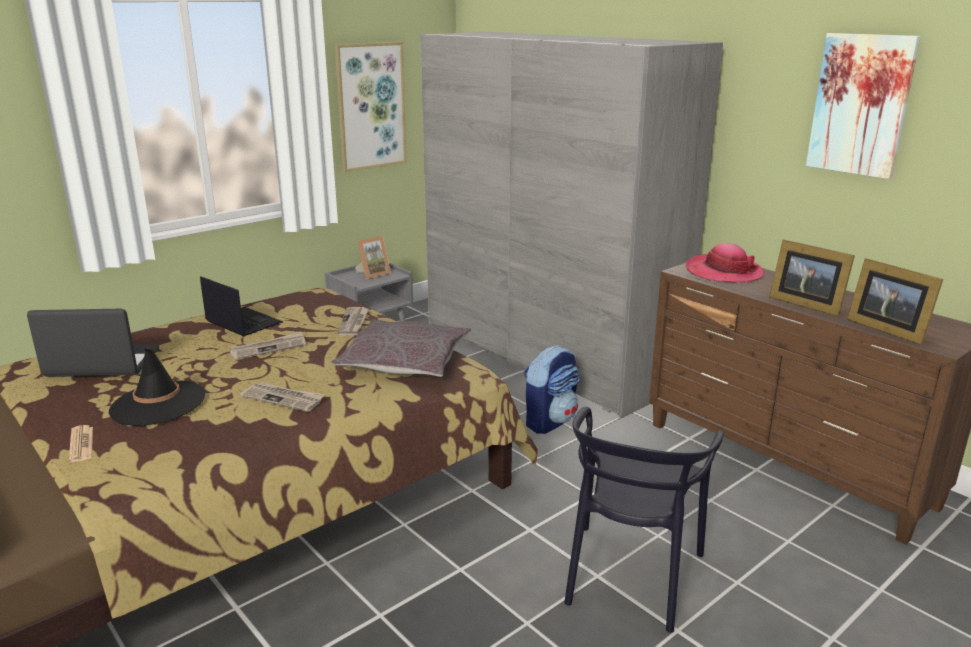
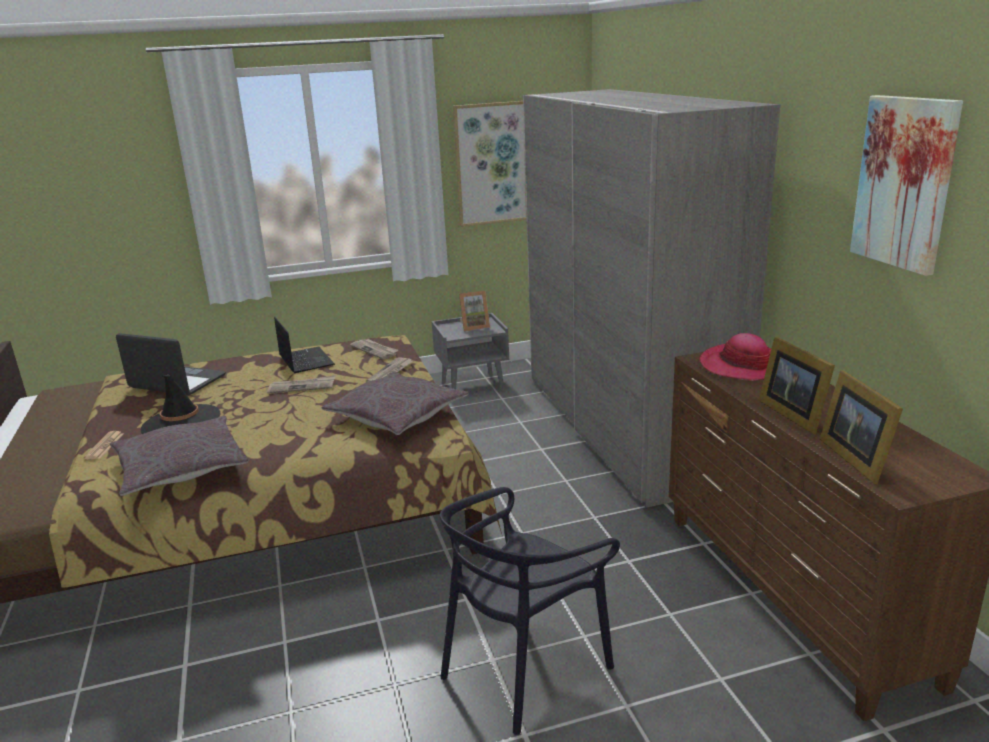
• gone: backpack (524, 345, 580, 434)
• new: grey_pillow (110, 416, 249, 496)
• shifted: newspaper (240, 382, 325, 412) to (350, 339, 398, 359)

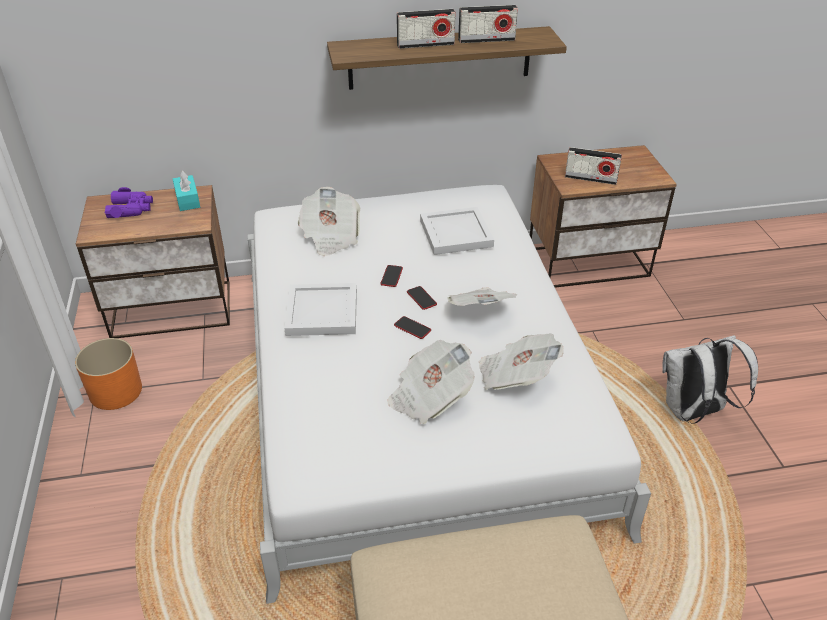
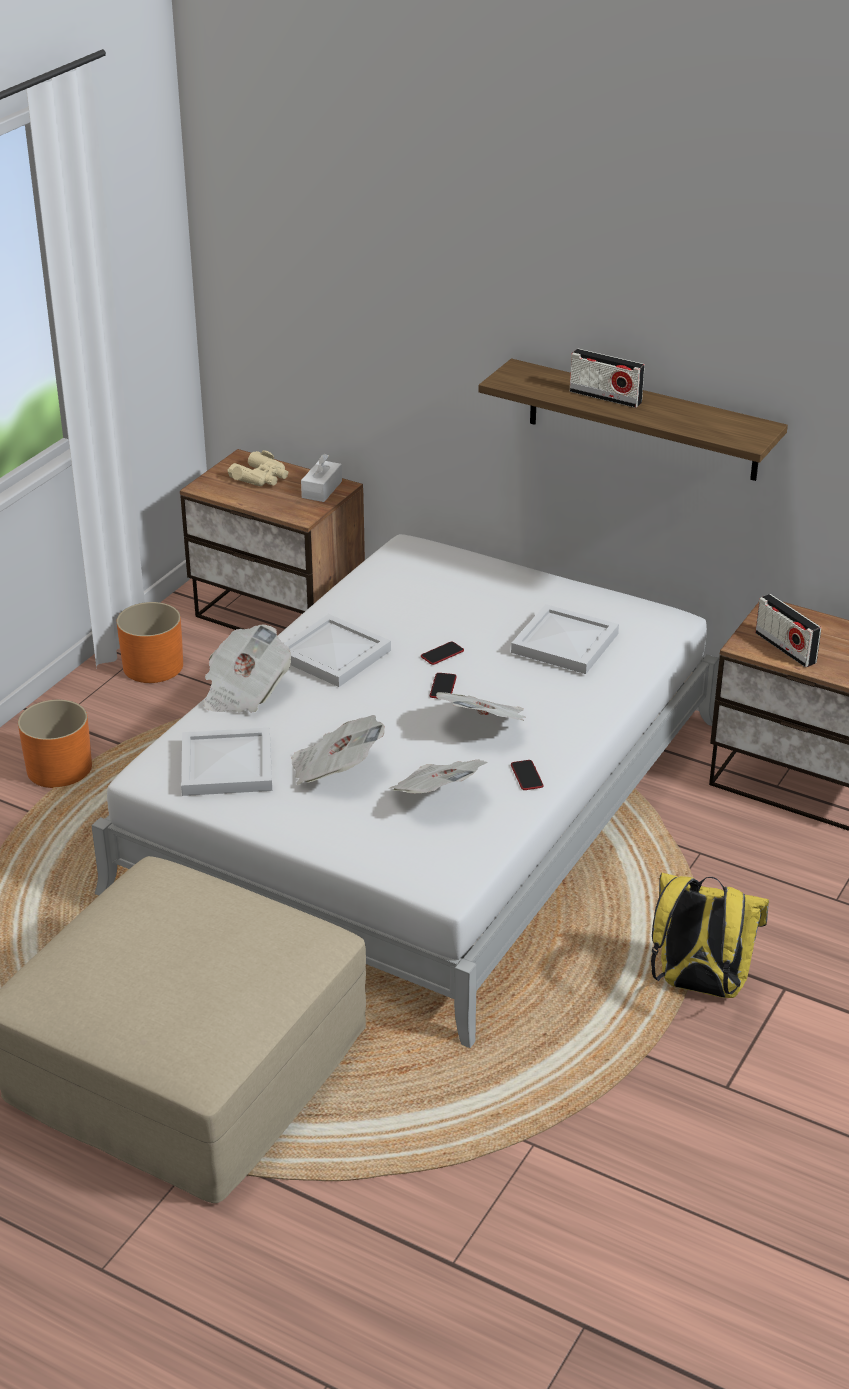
• gone: radio (458, 5, 518, 43)
• new: orange_planter (18, 700, 92, 788)
• new: white_tray (181, 728, 272, 796)
• shifted: newspaper (297, 187, 360, 256) to (203, 624, 291, 713)
• shifted: phone (394, 316, 431, 339) to (511, 760, 544, 790)
• repainted: purple_binoculars (104, 187, 153, 218) to beige_binoculars (227, 450, 288, 486)
• repainted: turquoise_tissue_box (173, 171, 200, 211) to white_tissue_box (301, 454, 342, 502)
• repainted: white_backpack (662, 335, 758, 424) to yellow_backpack (651, 873, 769, 998)

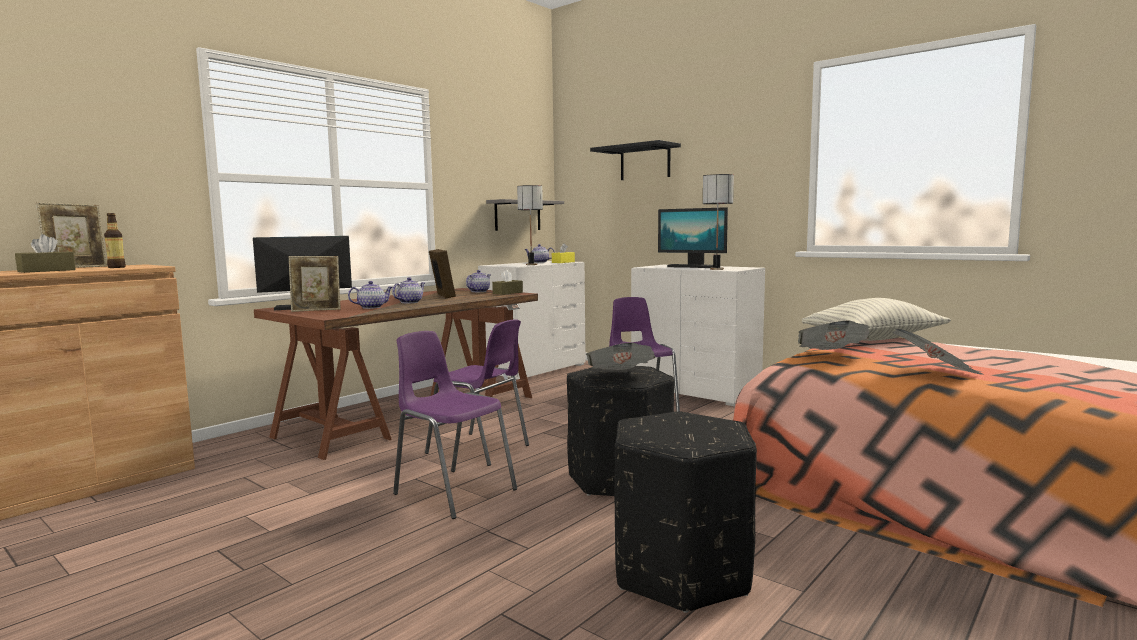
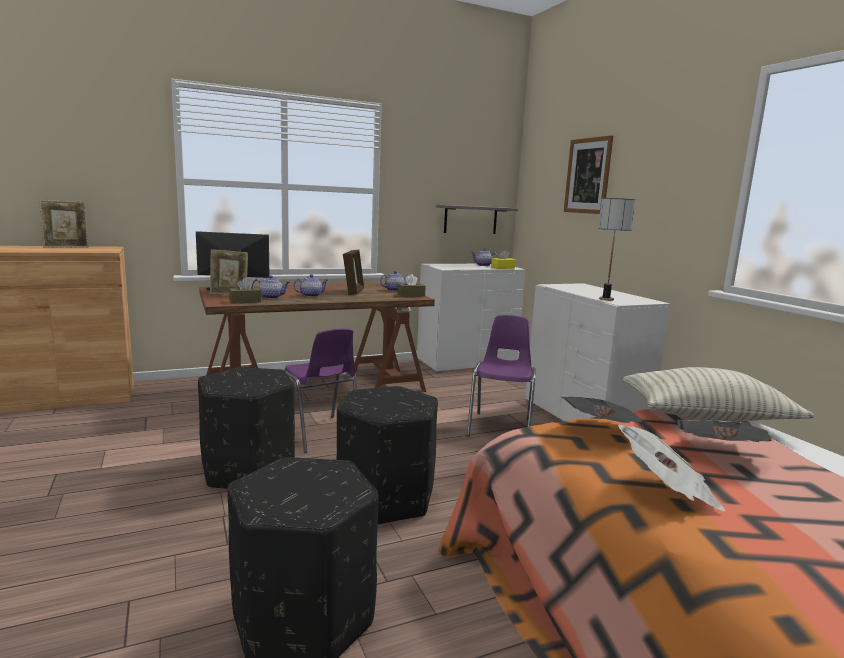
• gone: bottle (104, 213, 126, 268)
• gone: table_lamp (517, 185, 543, 265)
• gone: monitor (658, 207, 728, 268)
• shifted: brown_tissue_box (15, 234, 76, 273) to (229, 277, 261, 304)
• shifted: newspaper (586, 343, 656, 370) to (677, 420, 772, 442)
• swapped: purple_chair (393, 331, 517, 519) to black_ottoman (198, 367, 295, 489)
• swapped: black_shelf (590, 140, 681, 180) to picture (564, 135, 613, 214)

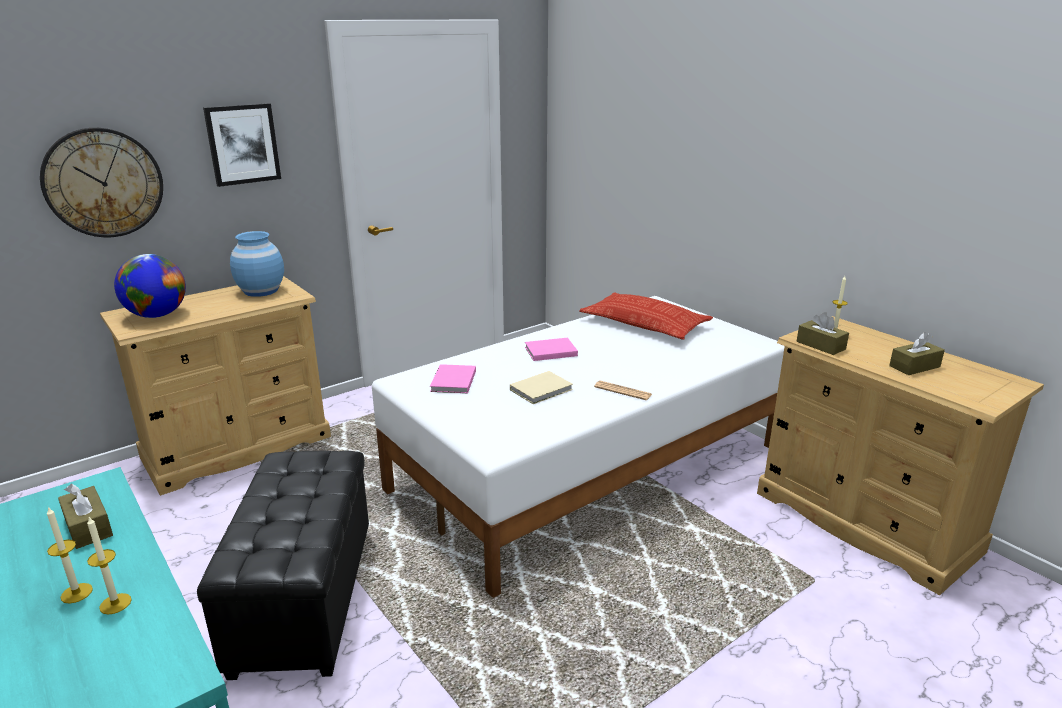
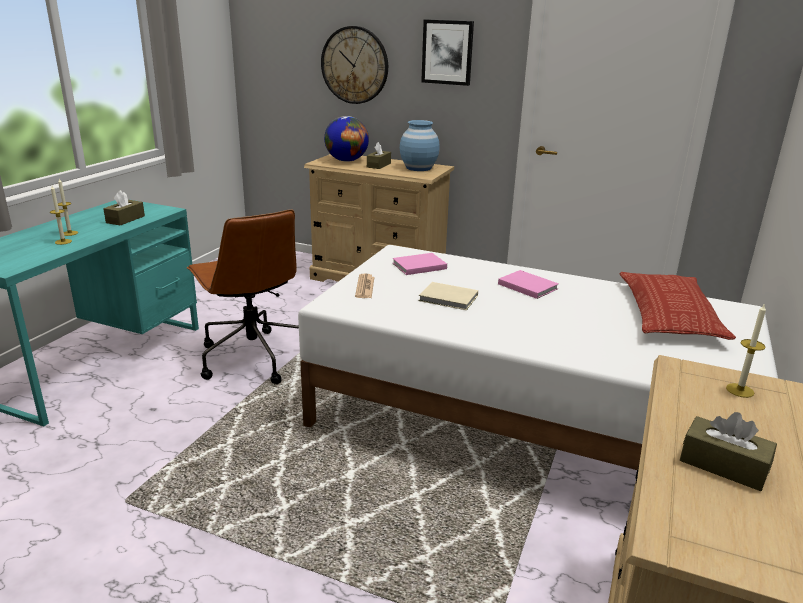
• shifted: newspaper (594, 381, 652, 400) to (355, 273, 375, 298)
• shifted: brown_tissue_box (797, 312, 849, 355) to (367, 142, 391, 169)
• swapped: black_ottoman (197, 450, 369, 680) to brown_office_chair (187, 209, 299, 384)

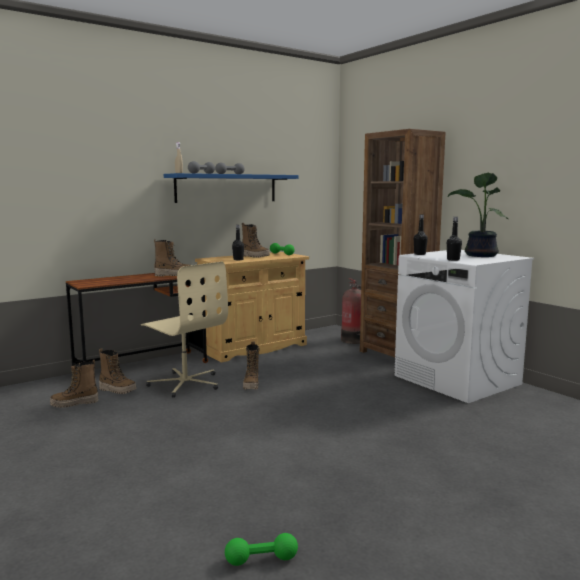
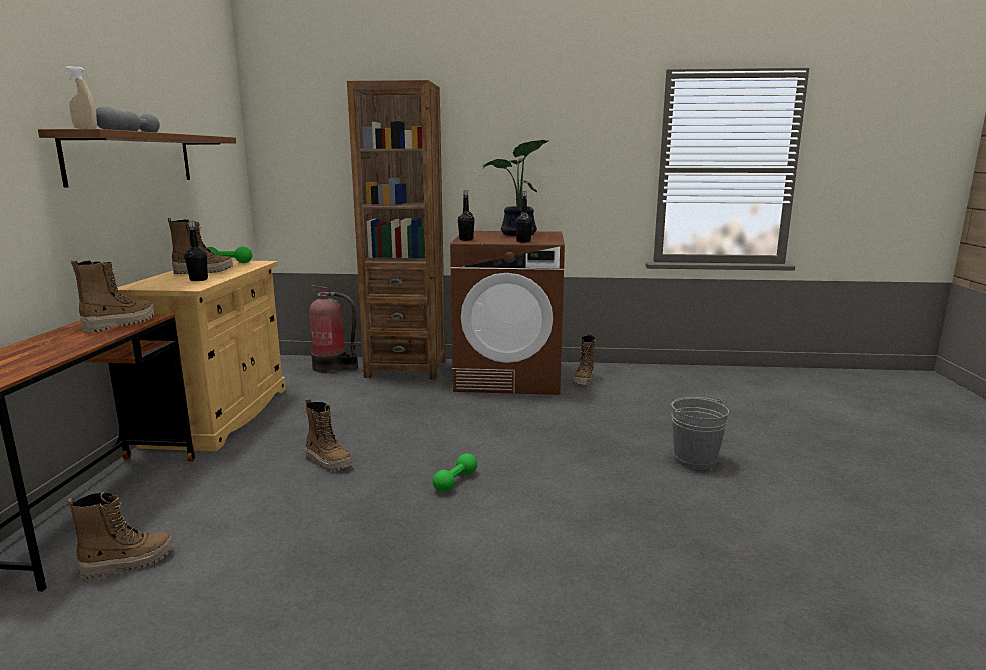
• gone: beige_office_chair (141, 262, 228, 398)
• new: grey_bucket (671, 397, 729, 470)
• shifted: boot (50, 360, 98, 408) to (574, 333, 596, 385)
• shifted: green_dumbbell (225, 533, 298, 566) to (433, 453, 477, 492)
• repainted: blue_shelf (164, 173, 299, 203) to brown_shelf (38, 129, 236, 188)
• repainted: white_washing_machine (394, 250, 534, 403) to brown_washing_machine (450, 231, 565, 395)

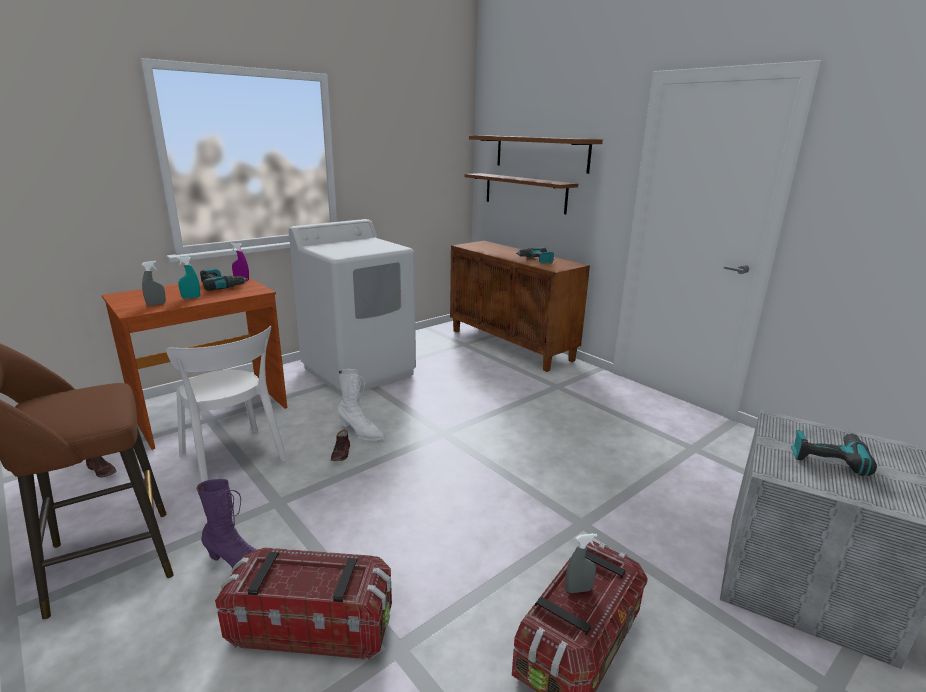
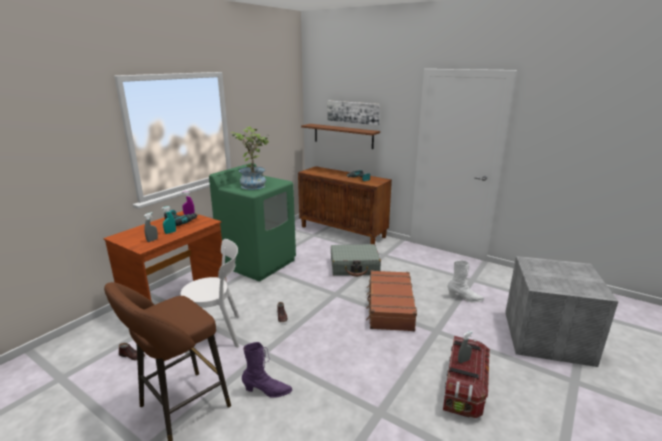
• gone: storage_box (215, 548, 392, 660)
• gone: power_drill (791, 430, 877, 476)
• new: potted_plant (230, 126, 270, 190)
• new: grey_suitcase (331, 244, 381, 277)
• new: brown_suitcase (366, 270, 417, 331)
• shifted: white_boot (337, 369, 385, 441) to (447, 260, 484, 303)
• swapped: brown_shelf (469, 135, 603, 174) to picture (327, 101, 380, 125)
• repainted: white_washing_machine (289, 219, 416, 396) to green_washing_machine (209, 163, 296, 281)
• rotated: white_chair (166, 326, 287, 483) = (181, 239, 239, 354) 45 degrees counterclockwise

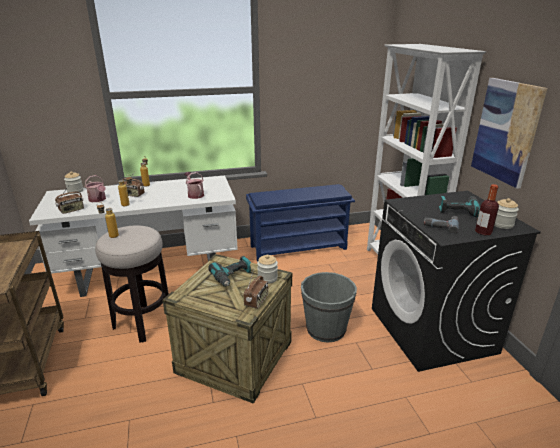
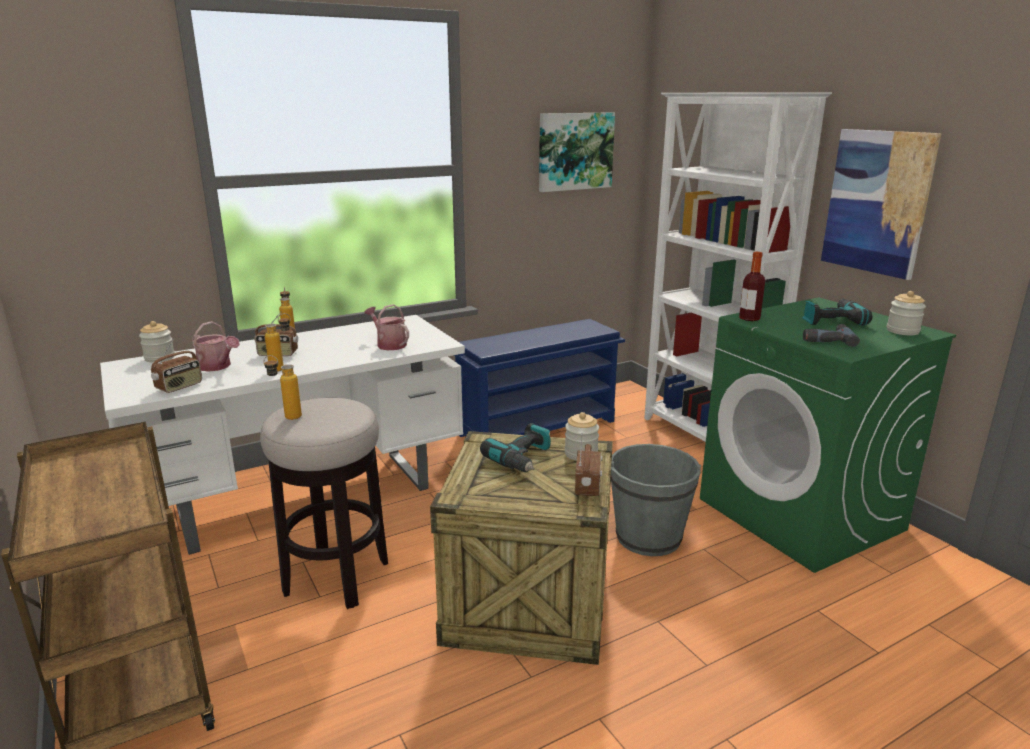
• new: picture (539, 112, 615, 192)
• shifted: bottle (475, 184, 499, 235) to (739, 252, 765, 321)
• repainted: black_washing_machine (372, 191, 541, 372) to green_washing_machine (700, 297, 956, 573)

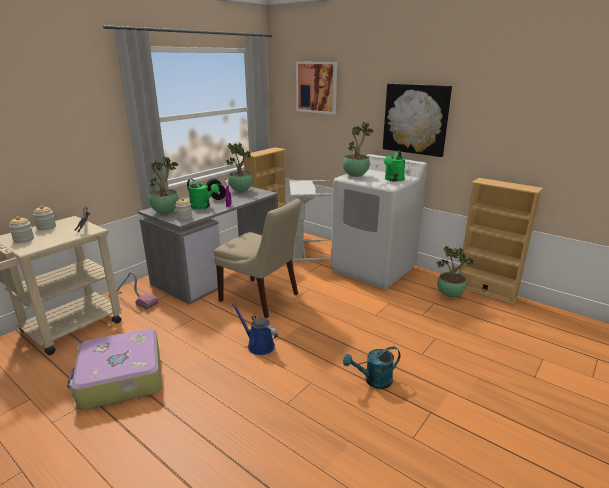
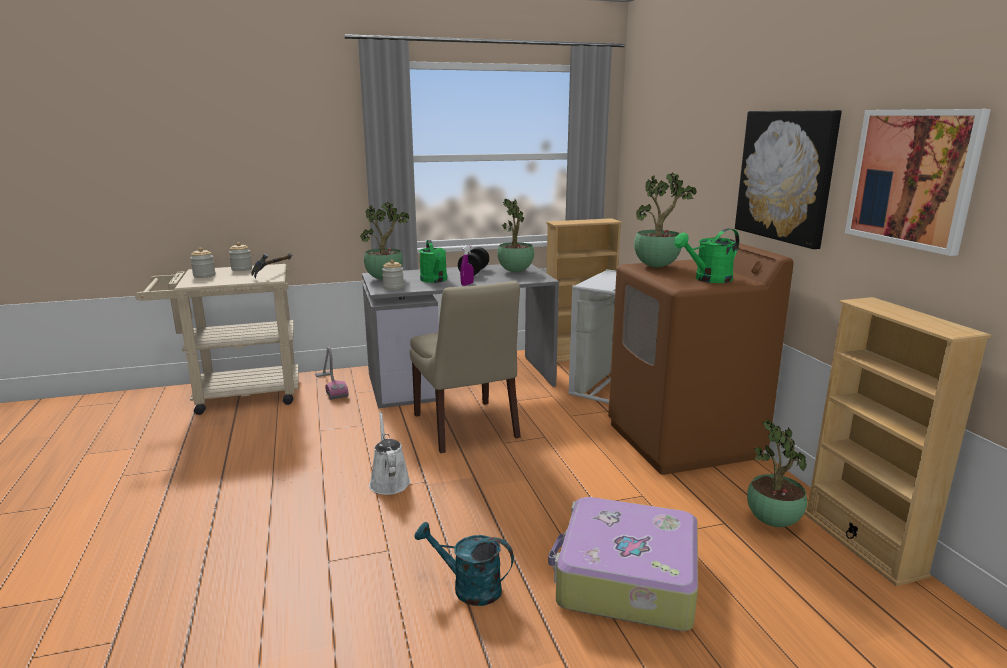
• shifted: suitcase (67, 329, 162, 410) to (548, 497, 698, 631)
• shifted: picture (296, 62, 337, 115) to (845, 109, 991, 256)
• repainted: blue_watering_can (232, 304, 278, 355) to white_watering_can (369, 412, 411, 495)
• repainted: white_washing_machine (331, 154, 427, 290) to brown_washing_machine (608, 237, 794, 475)

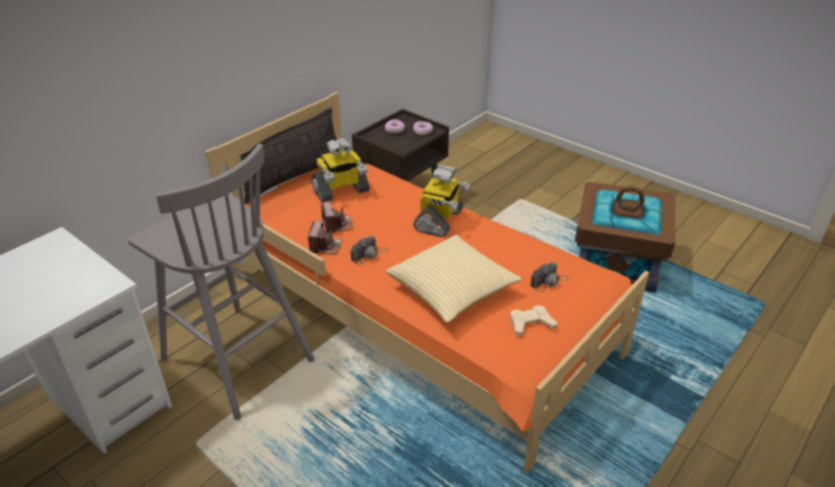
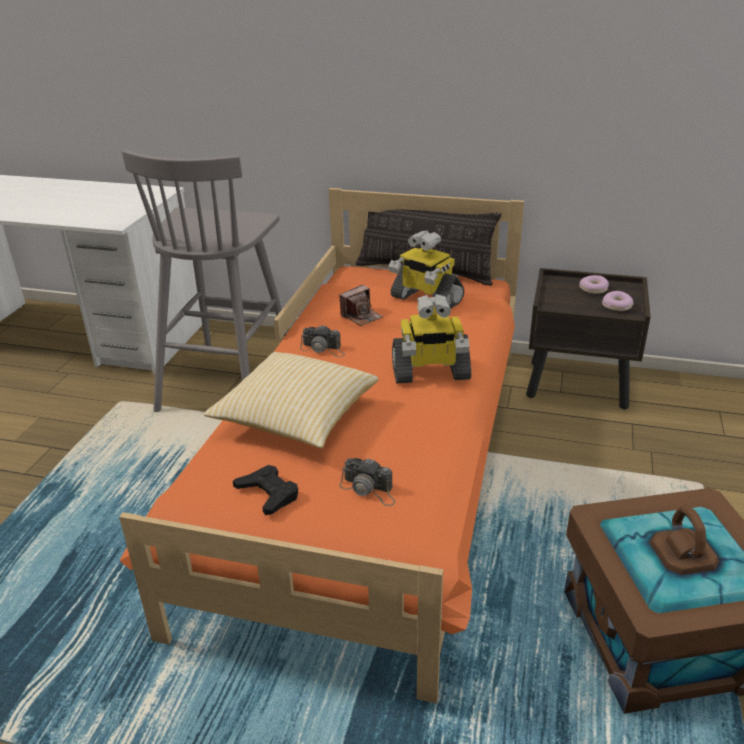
• gone: photo_camera (308, 221, 343, 254)
• repainted: beige_game_controller (510, 305, 557, 336) to black_game_controller (233, 465, 298, 515)

